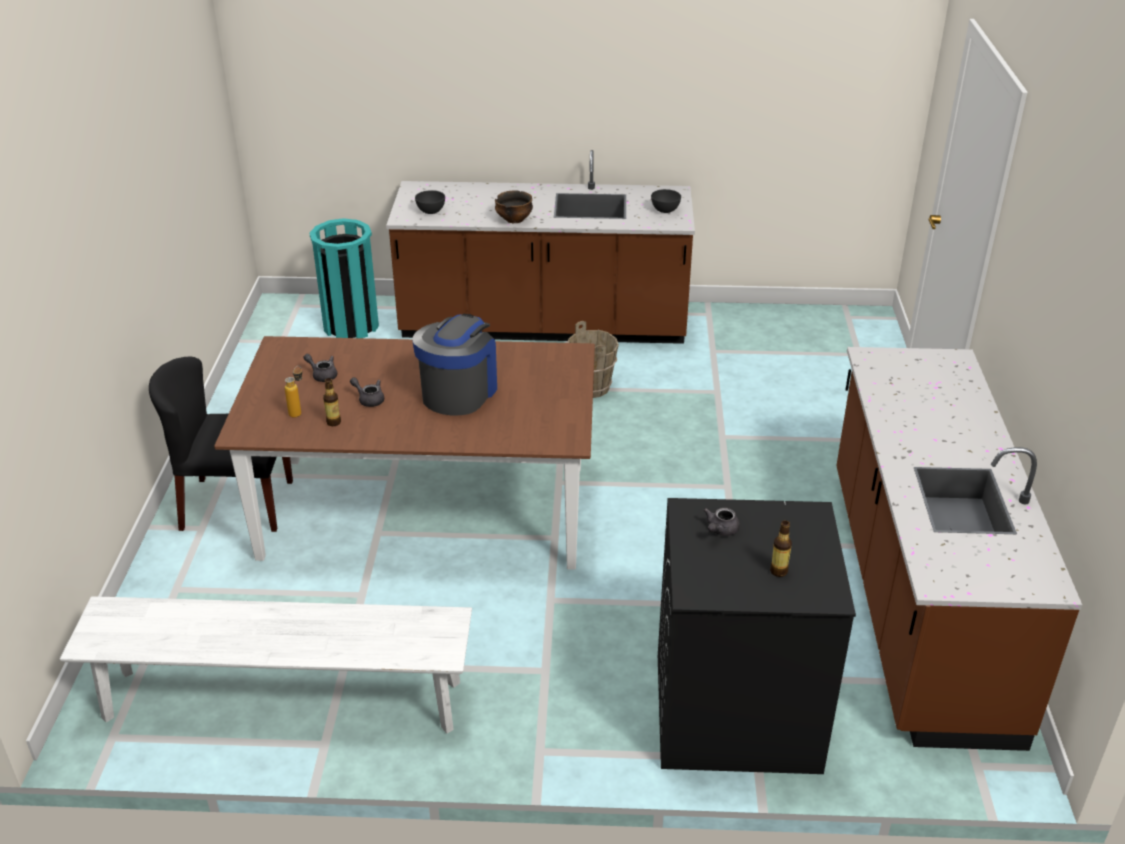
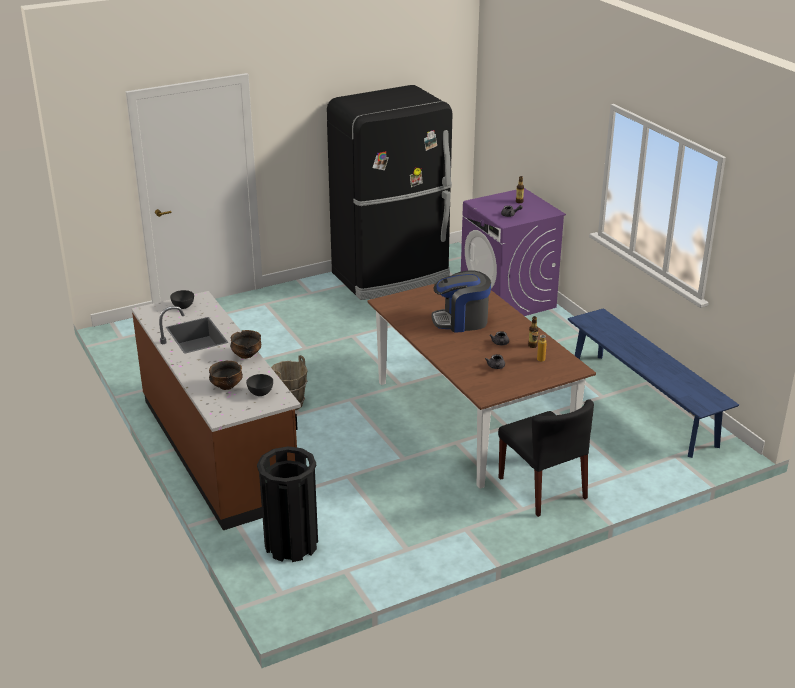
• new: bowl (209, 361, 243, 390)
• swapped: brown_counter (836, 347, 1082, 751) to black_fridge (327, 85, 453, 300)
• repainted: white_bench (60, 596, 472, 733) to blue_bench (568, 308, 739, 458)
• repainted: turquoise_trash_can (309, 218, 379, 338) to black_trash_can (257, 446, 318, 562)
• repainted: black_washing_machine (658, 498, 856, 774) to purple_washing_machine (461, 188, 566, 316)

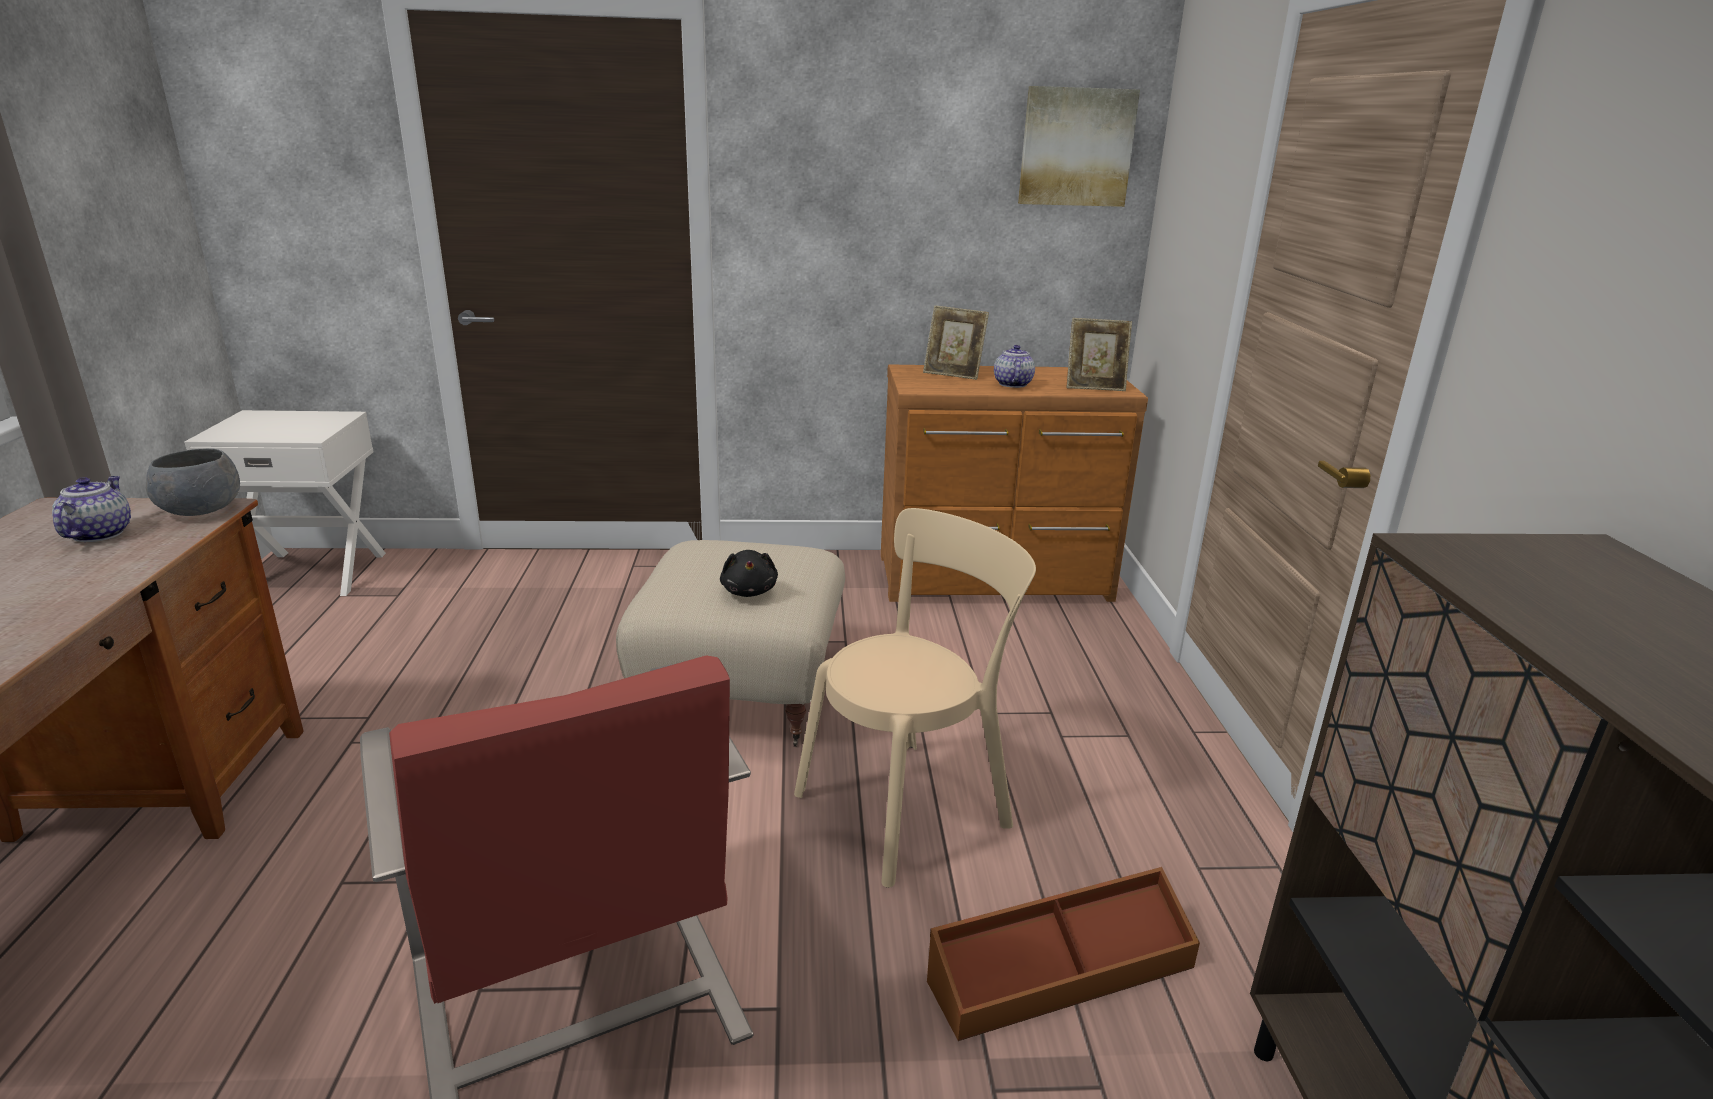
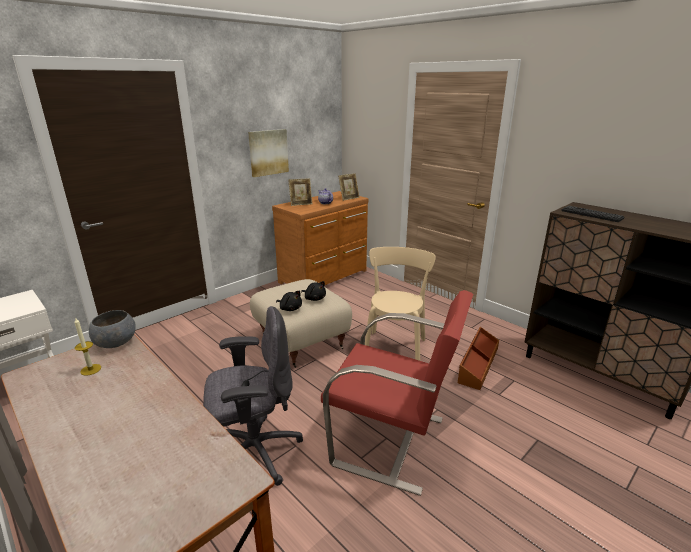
• new: grey_office_chair (203, 306, 303, 486)
• new: black_plush_toy (276, 291, 302, 311)
• new: keyboard (561, 206, 624, 222)
• shifted: picture (1018, 86, 1140, 207) to (248, 129, 289, 177)
• swapped: teapot (52, 476, 131, 542) to candle (74, 317, 101, 376)

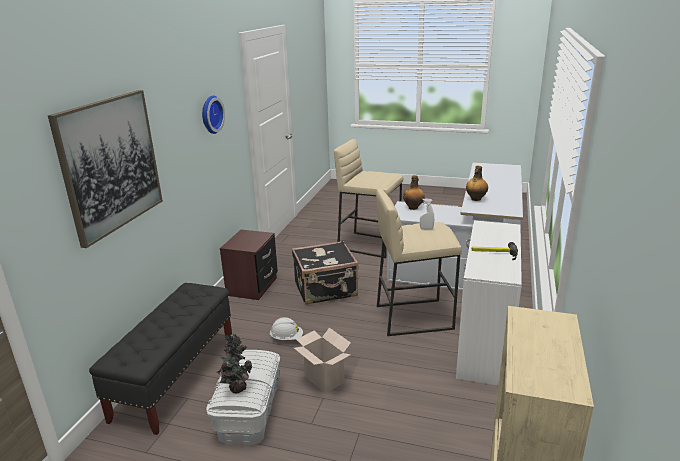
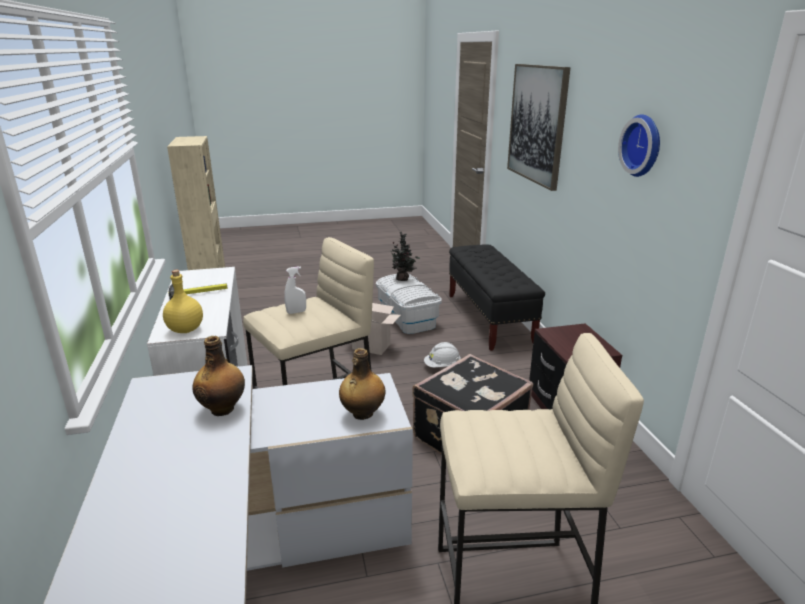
• new: yellow_bottle (163, 270, 203, 333)

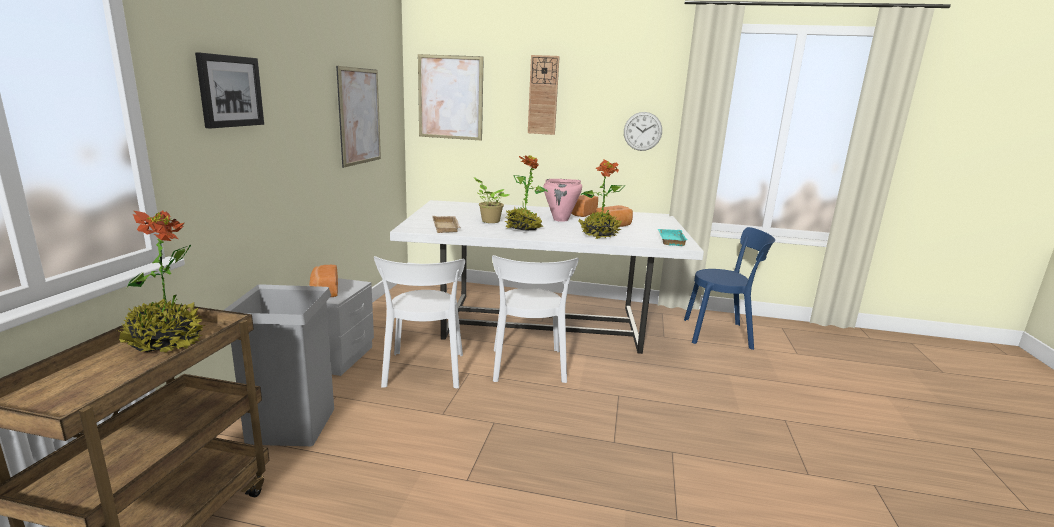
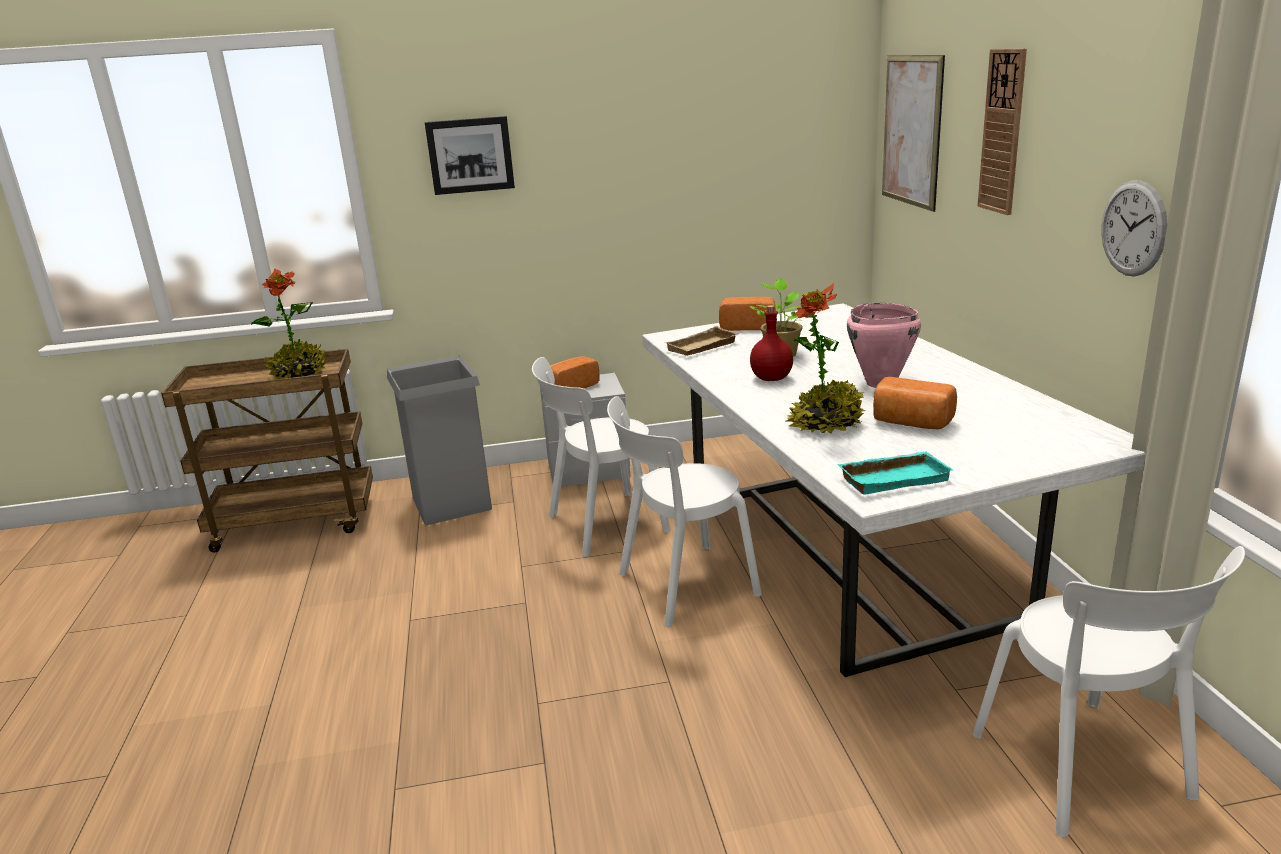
• gone: picture (336, 66, 381, 168)
• shifted: bread (571, 195, 598, 217) to (719, 297, 776, 331)
• swapped: potted_plant (505, 155, 548, 231) to red_bottle (750, 305, 793, 381)
• repainted: blue_chair (684, 227, 775, 350) to white_chair (973, 546, 1245, 837)

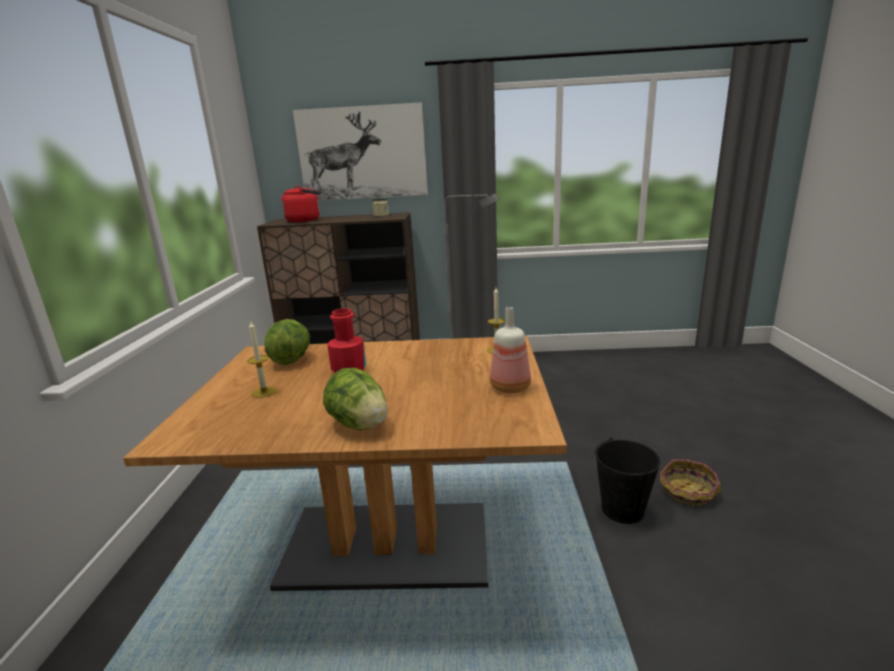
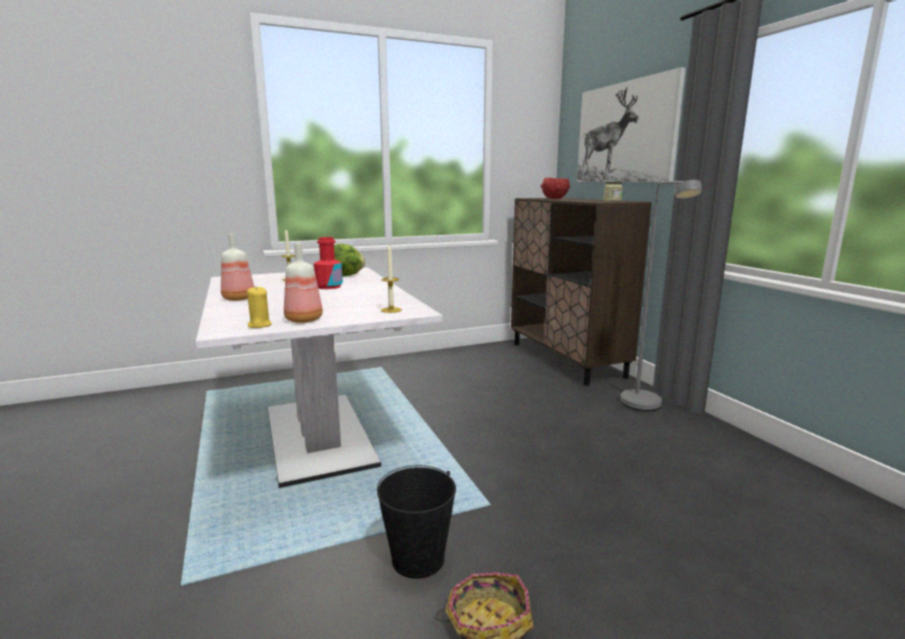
• new: yellow_candle (247, 286, 271, 328)
• swapped: red_kettle (282, 186, 321, 222) to red_bowl (541, 178, 570, 199)
• swapped: lettuce (323, 367, 388, 430) to bottle (221, 233, 254, 301)
• repainted: brown_dining_table (123, 336, 567, 591) to white_dining_table (196, 267, 443, 488)

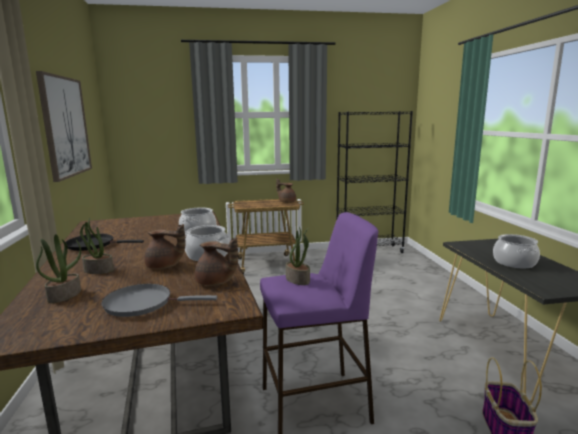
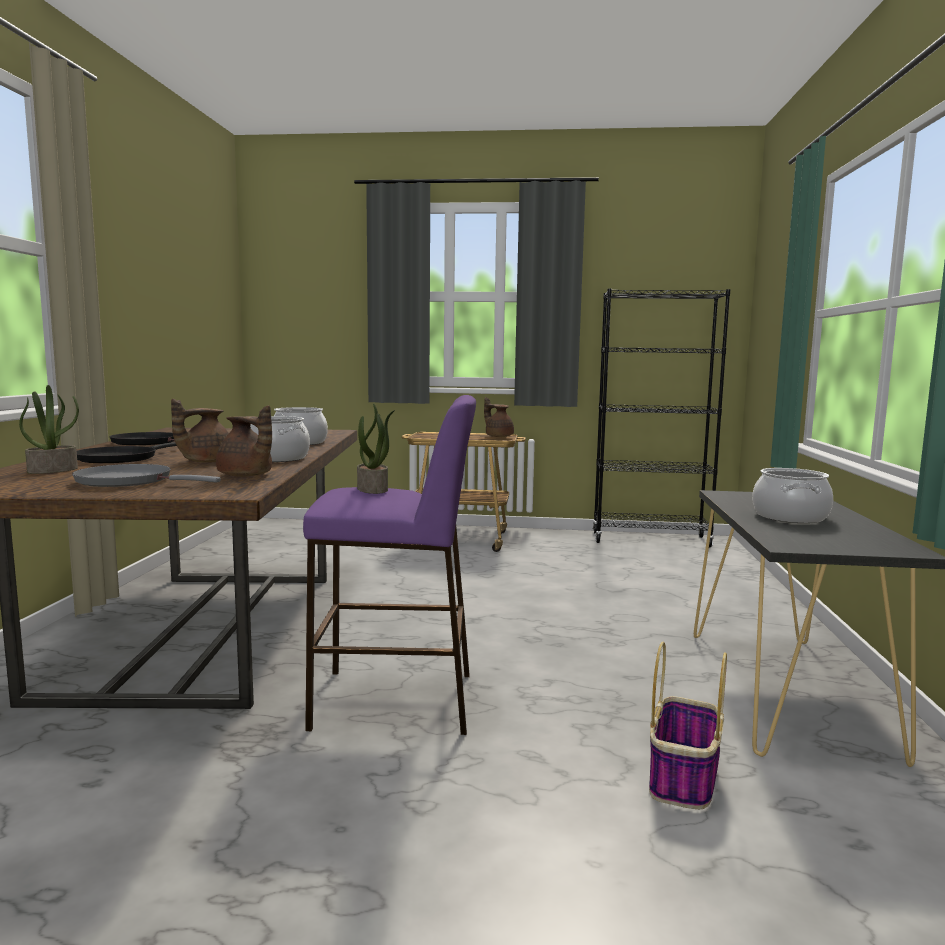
• gone: picture (36, 71, 92, 182)
• swapped: potted_plant (80, 218, 114, 274) to black_frying_pan (77, 442, 177, 463)
• rotated: brown_teapot (144, 224, 185, 269) = (171, 399, 229, 463) 105 degrees clockwise

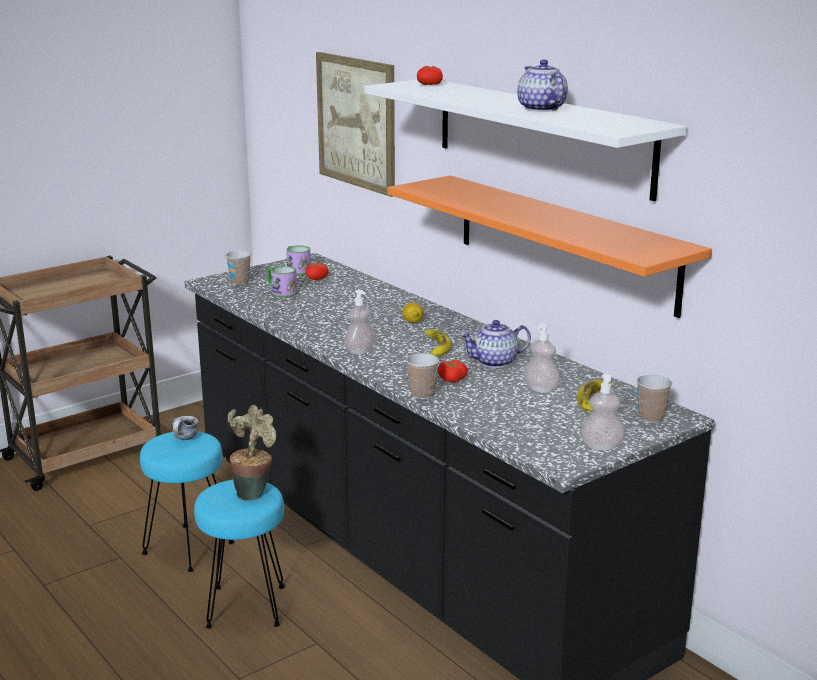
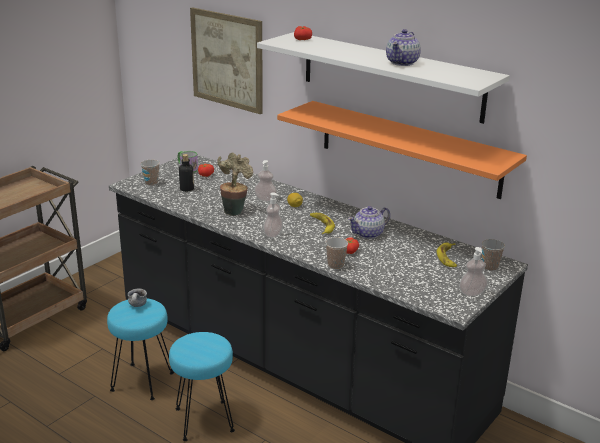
• shifted: potted_plant (227, 405, 277, 501) to (217, 153, 253, 216)
• shifted: soap_dispenser (523, 323, 560, 393) to (254, 160, 277, 201)
• swapped: mug (267, 266, 297, 298) to bottle (179, 154, 194, 192)
• rotated: teapot (517, 60, 568, 112) = (386, 29, 421, 66) 120 degrees counterclockwise

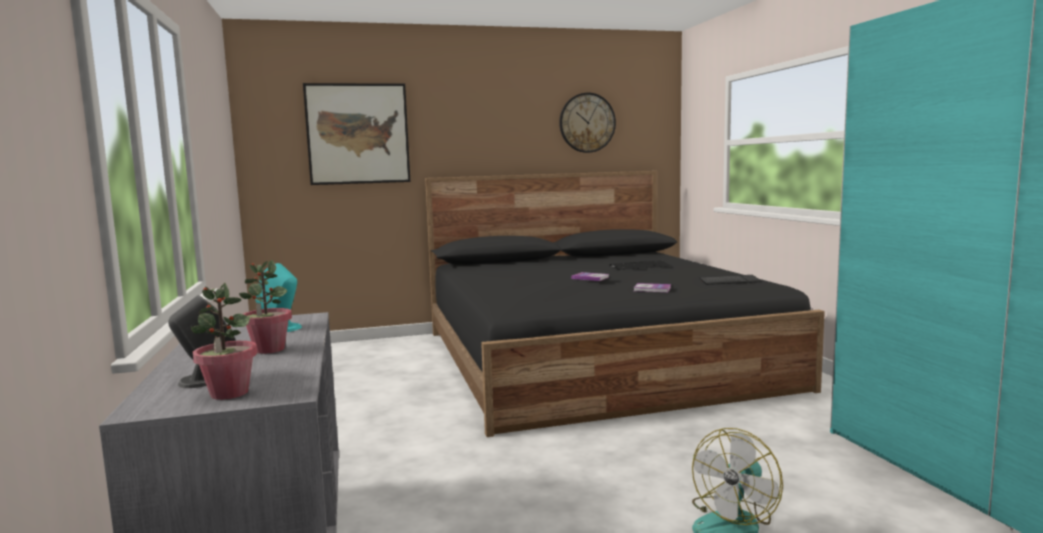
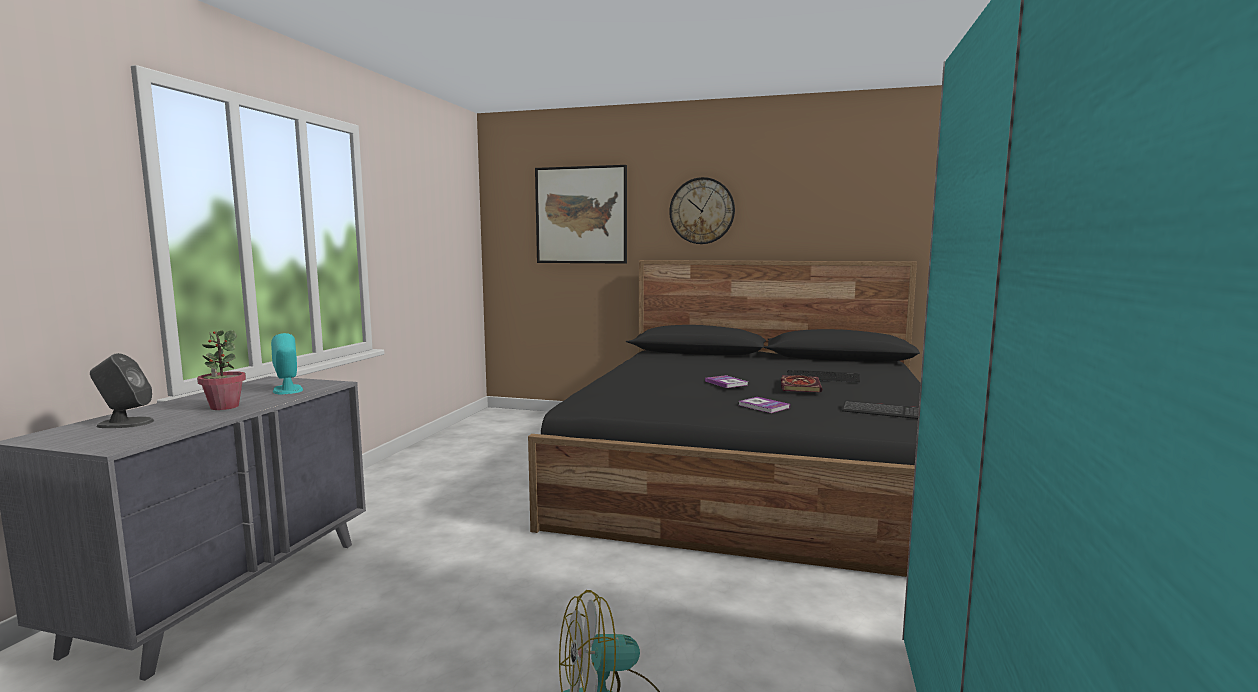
• gone: potted_plant (191, 282, 257, 400)
• new: book (781, 375, 822, 392)
• shifted: wall_clock (559, 92, 616, 153) to (669, 177, 735, 244)

